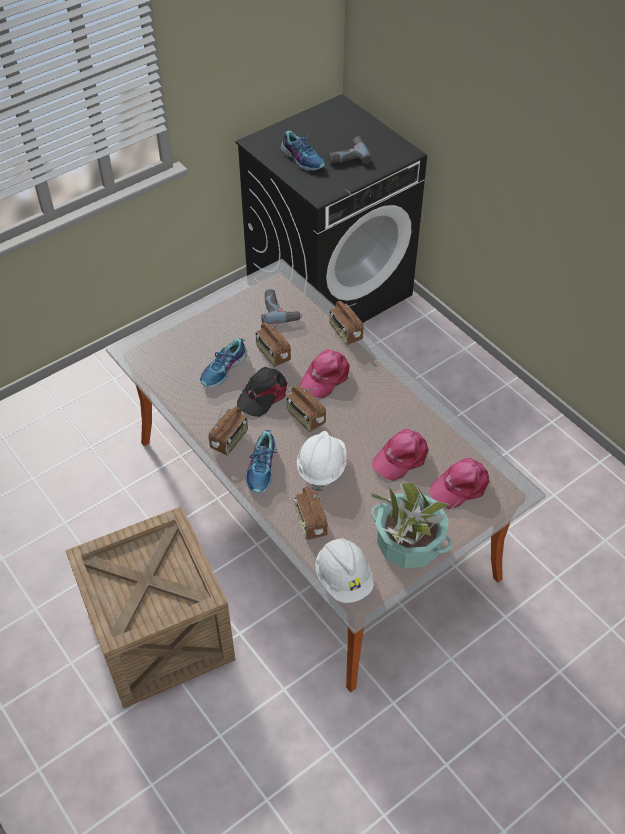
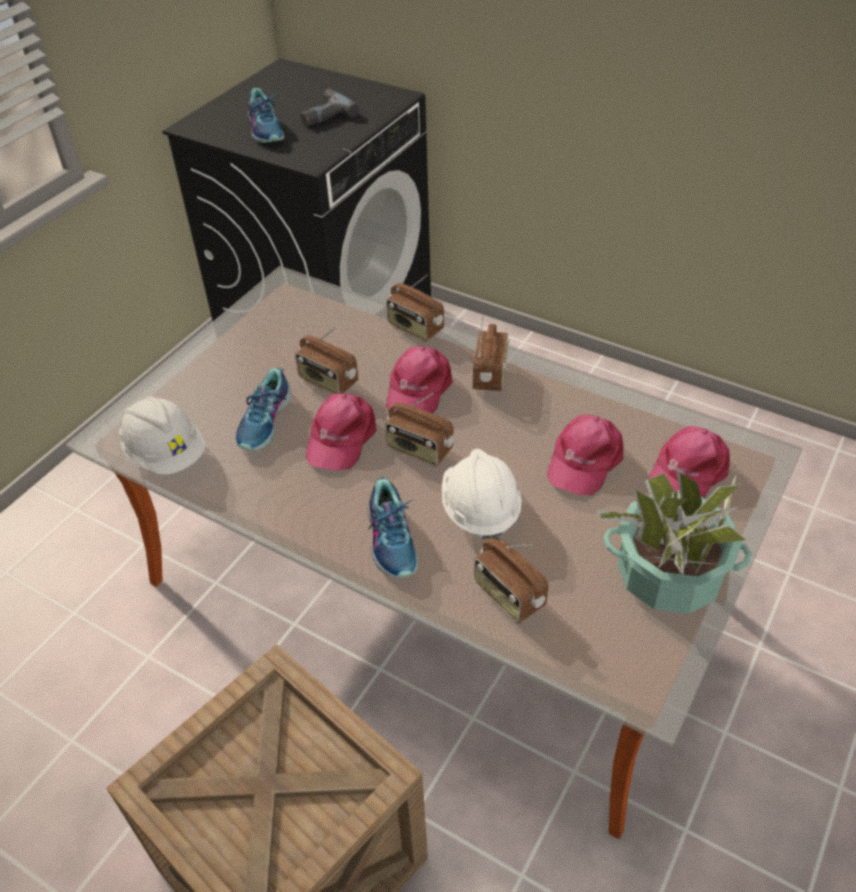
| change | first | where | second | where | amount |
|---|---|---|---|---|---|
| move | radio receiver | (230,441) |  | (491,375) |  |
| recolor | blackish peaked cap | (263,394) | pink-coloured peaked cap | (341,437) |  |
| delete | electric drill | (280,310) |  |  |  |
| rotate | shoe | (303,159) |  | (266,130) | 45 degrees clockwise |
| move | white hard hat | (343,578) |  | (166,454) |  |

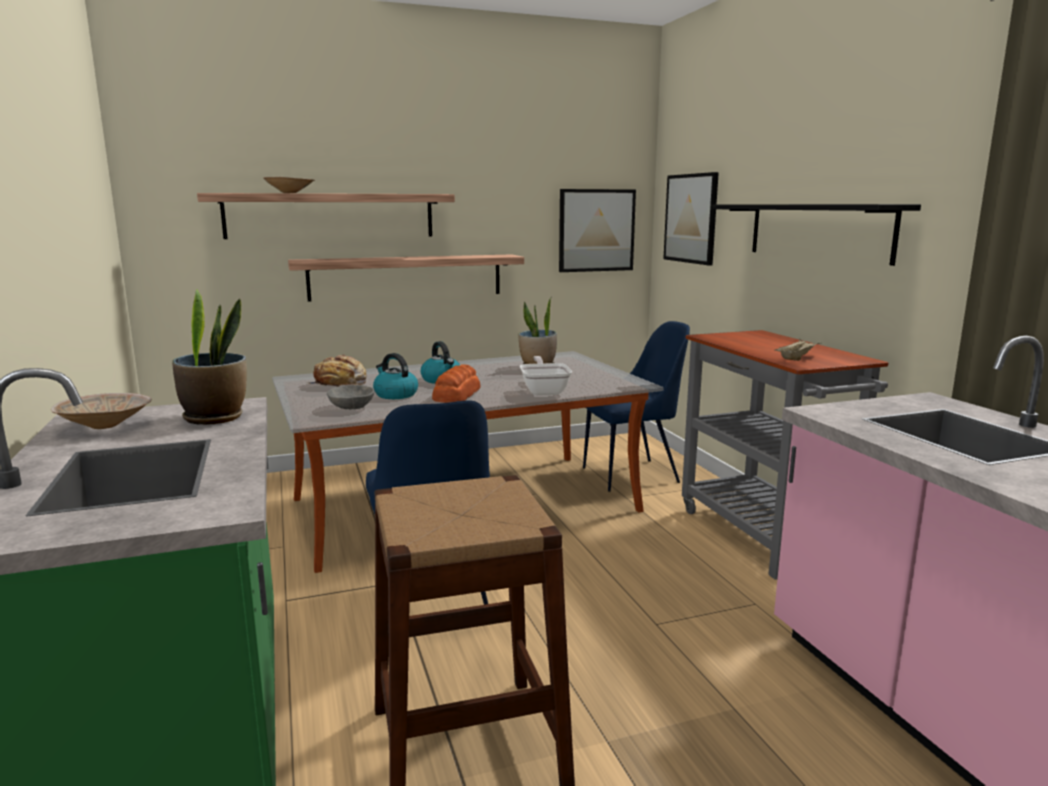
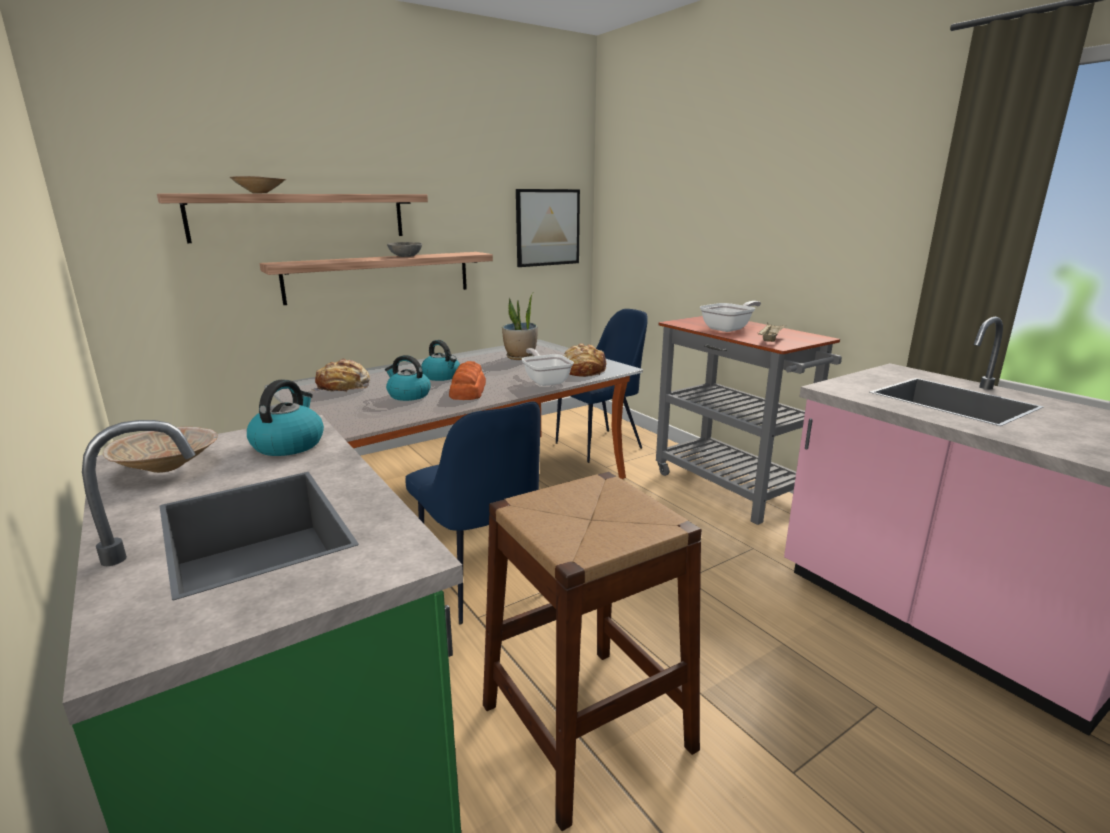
| change | first | where | second | where | amount |
|---|---|---|---|---|---|
| replace | plant in a pot | (215,417) | water kettle | (289,444) |  |
| move | gray deep dish | (351,407) |  | (405,256) |  |
| delete | wall art | (691,218) |  |  |  |
| delete | blackish wall shelf | (817,231) |  |  |  |
| insert |  |  | baked bread | (583,370) |  |
| insert |  |  | pan | (729,328) |  |

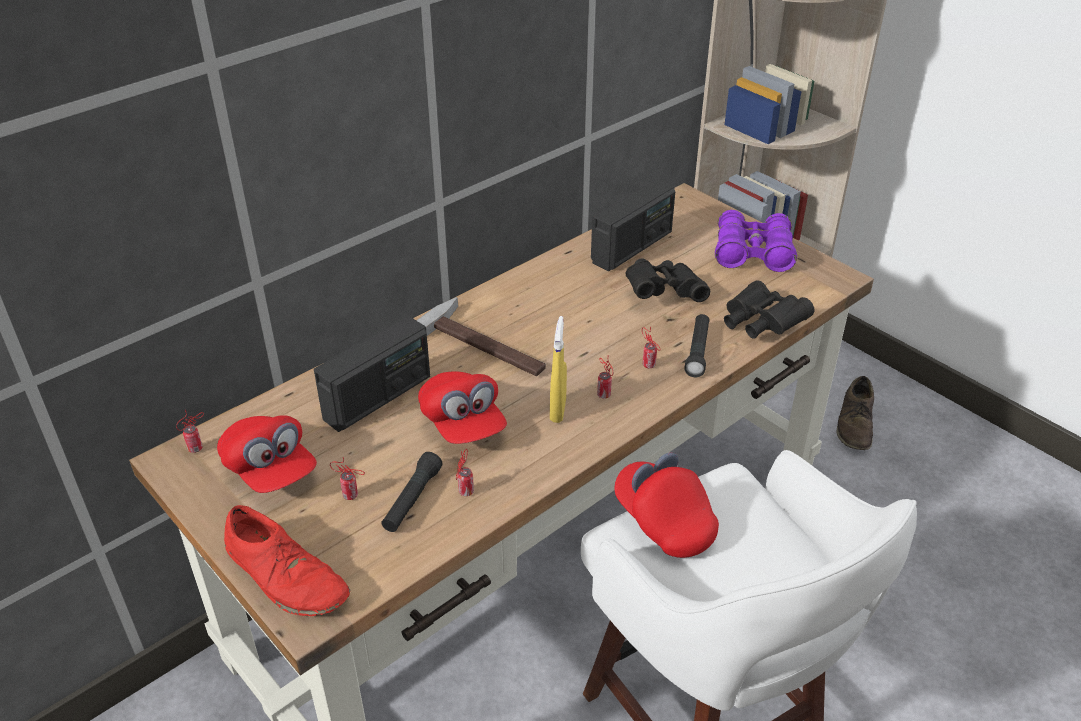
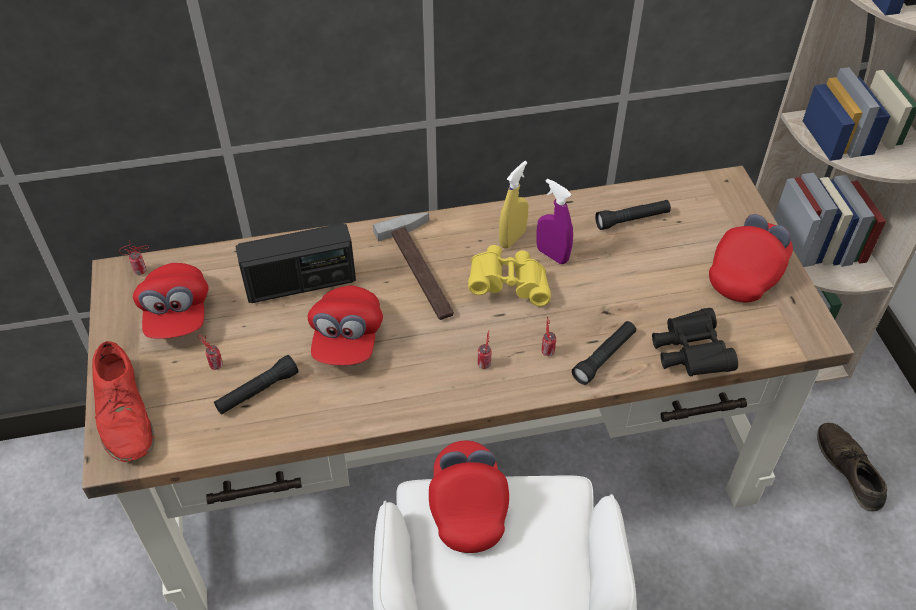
| change | first | where | second | where | amount |
|---|---|---|---|---|---|
| delete | can | (465,493) |  |  |  |
| move | yellow spray bottle | (558,410) |  | (512,238) |  |
| replace | radio receiver | (632,247) | blackish hand torch | (632,220) |  |
| delete | blackish binoculars | (663,292) |  |  |  |
| replace | purple-coloured binoculars | (753,253) | reddish peaked cap | (747,273) |  |
| rotate | brown-coloured shoe | (855,424) |  | (849,469) | 120 degrees clockwise |
| insert |  |  | yellow binoculars | (509,285) |  |
| insert |  |  | purple-coloured spray bottle | (552,255) |  |

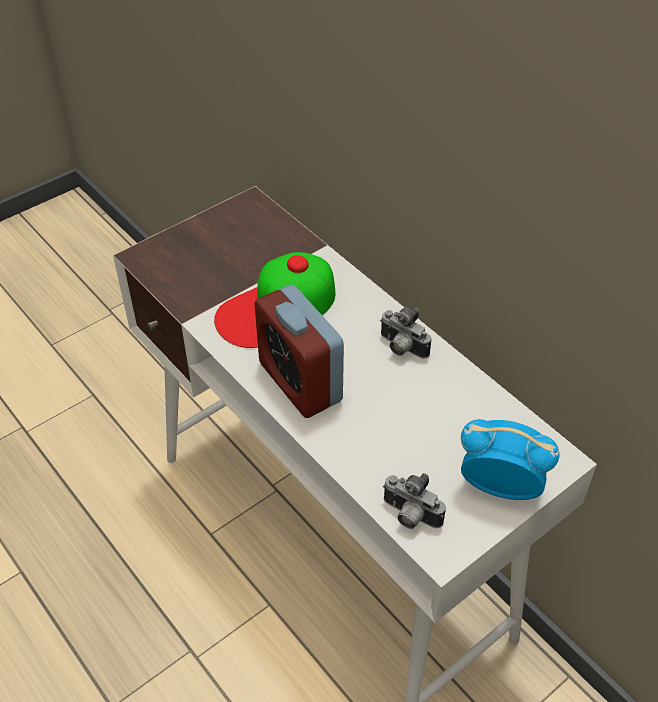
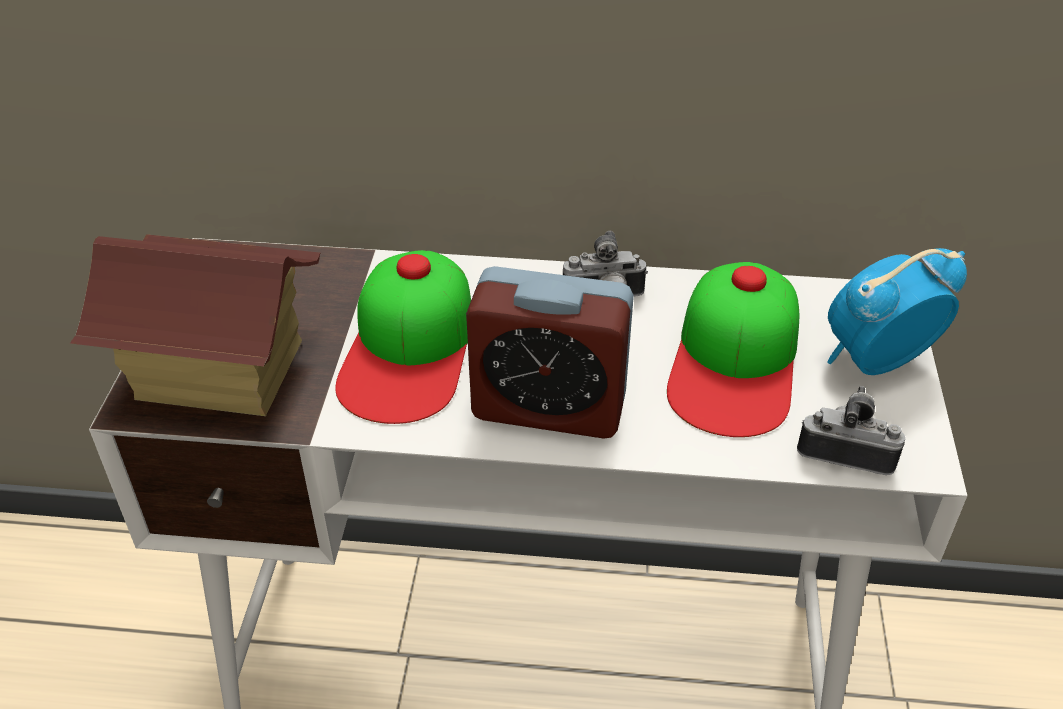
| change | first | where | second | where | amount |
|---|---|---|---|---|---|
| rotate | photo camera | (409,516) |  | (846,453) | 150 degrees counterclockwise |
| insert |  |  | model house | (220,371) |  |
| insert |  |  | peaked cap | (735,361) |  |

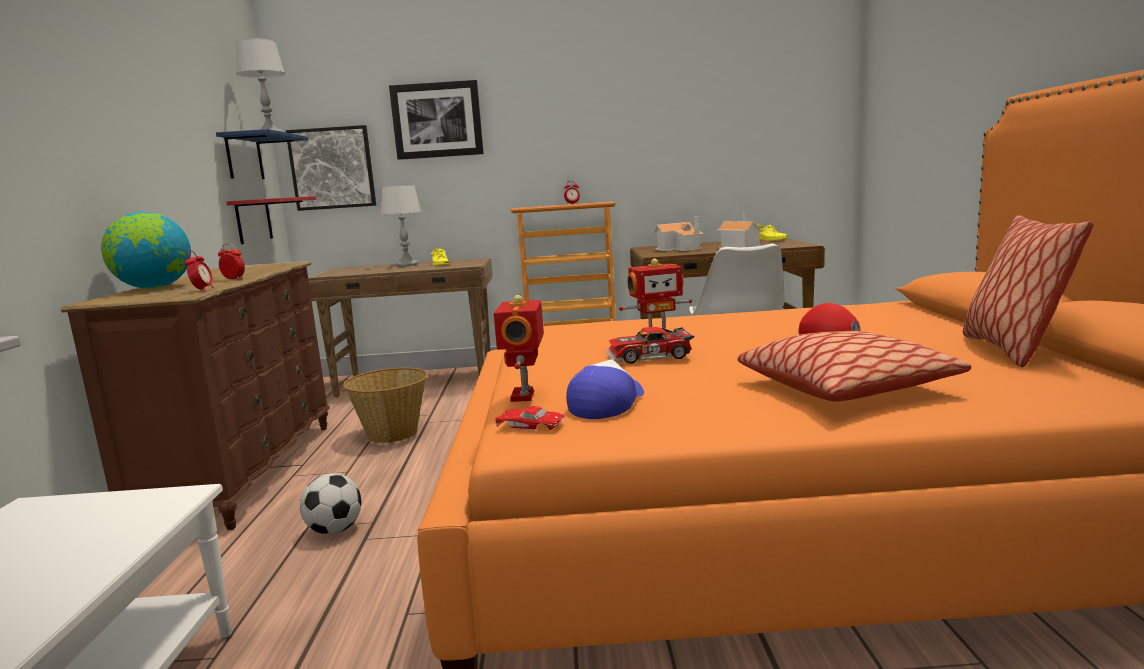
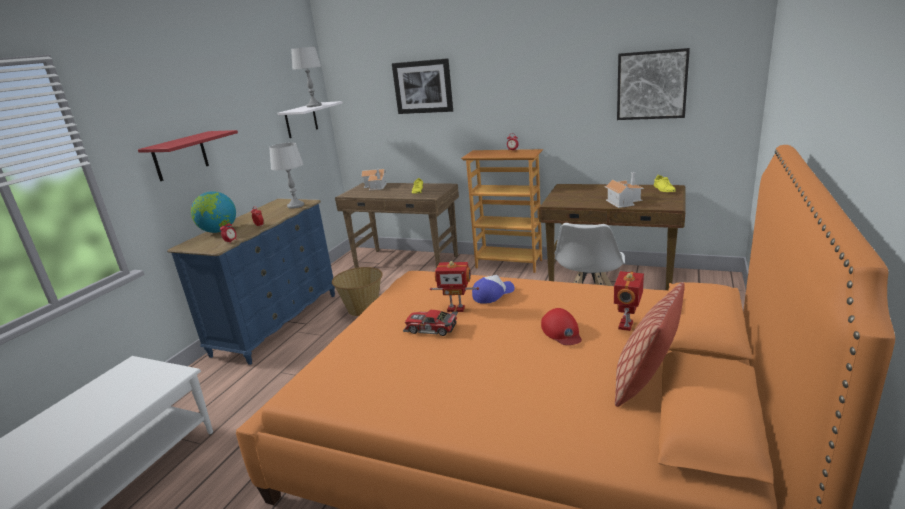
| change | first | where | second | where | amount |
|---|---|---|---|---|---|
| recolor | brown-coloured chest of drawers | (245,473) | blue chest of drawers | (278,323) |  |
| recolor | blue wall shelf | (244,157) | white wall shelf | (301,120) |  |
| move | reddish wall shelf | (253,220) |  | (180,156) |  |
| move | wall art | (332,168) |  | (651,85) |  |
| delete | football ball | (335,530) |  |  |  |
| move | gray tabletop lamp | (407,265) |  | (296,205) |  |
| move | model robot | (525,396) |  | (627,325) |  |
| delete | reddish miniature car | (530,425) |  |  |  |
| move | peaked cap | (607,403) |  | (493,294) |  |
| move | model house | (680,249) |  | (376,186) |  |
| delete | cushion | (845,388) |  |  |  |

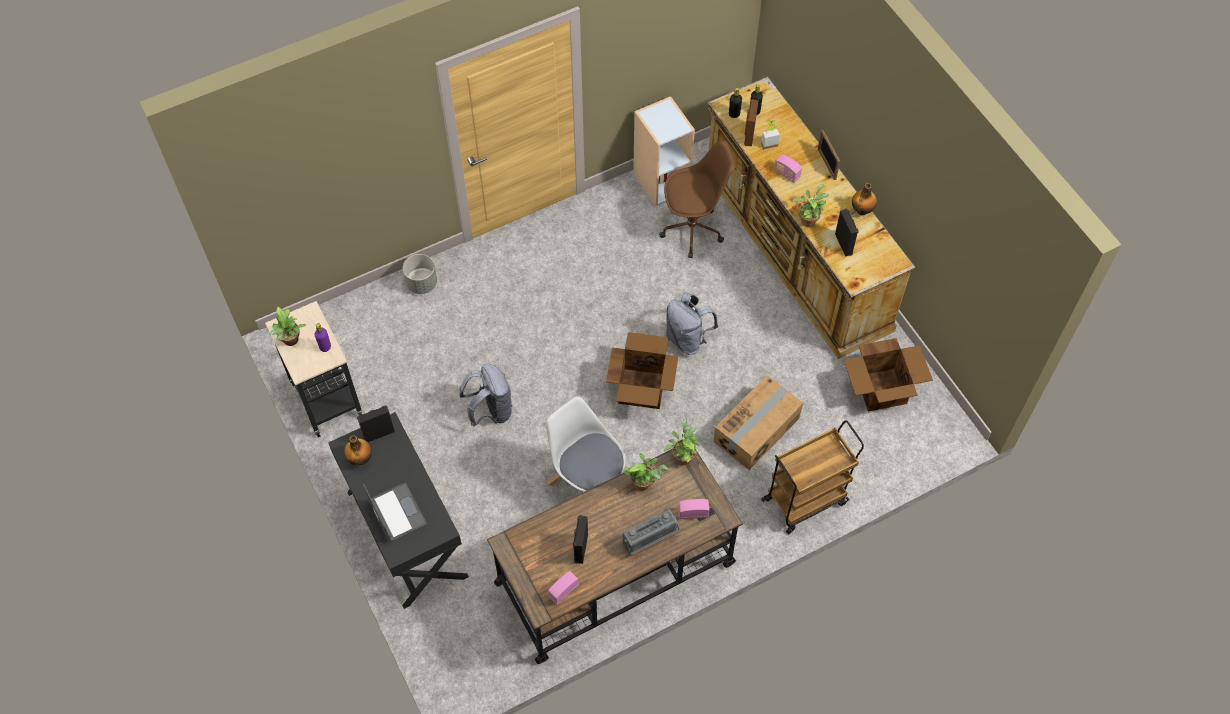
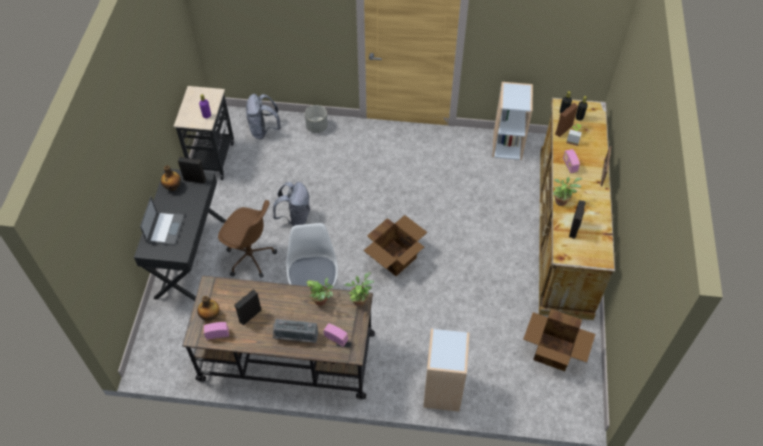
| change | first | where | second | where | amount |
|---|---|---|---|---|---|
| delete | plant in a pot | (291,341) |  |  |  |
| move | brown-coloured desk chair | (693,230) |  | (251,258) |  |
| move | gray knapsack | (687,339) |  | (264,130) |  |
| delete | packing box | (757,430) |  |  |  |
| replace | brown-coloured wheeled cart | (804,502) | shelving unit | (442,390) |  |
| move | bottle | (862,210) |  | (210,316) |  |

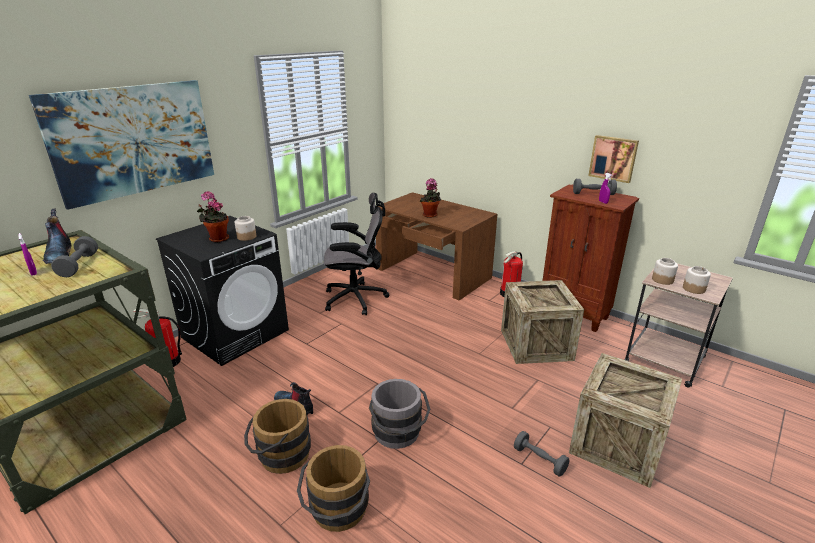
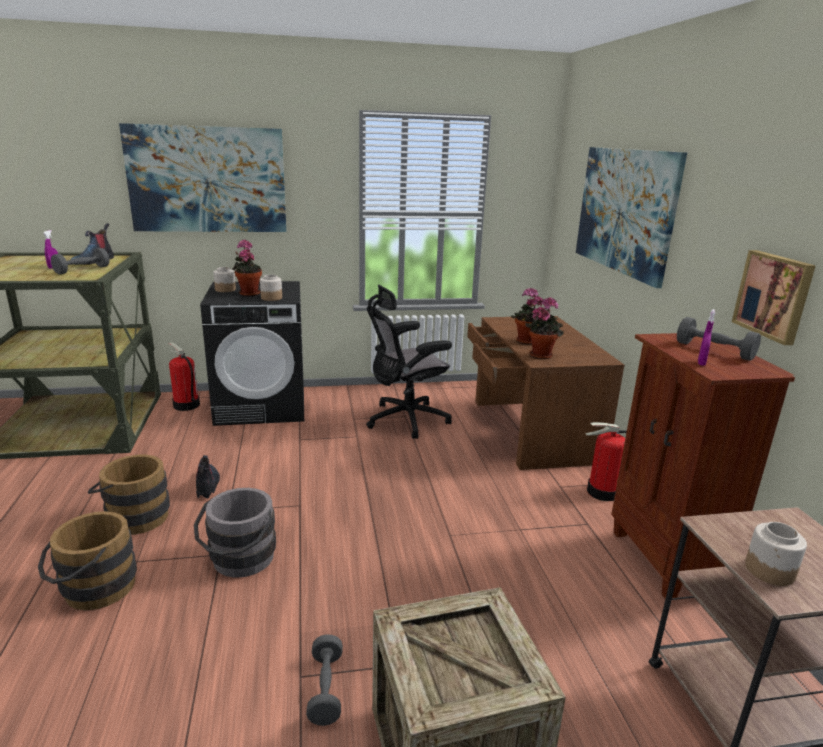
| change | first | where | second | where | amount |
|---|---|---|---|---|---|
| rotate | desk chair | (355,298) |  | (407,420) | 120 degrees clockwise |
| delete | packing crate | (536,345) |  |  |  |
| move | jar | (662,280) |  | (225,289) |  |
| insert |  |  | plant in a pot | (542,355) |  |
| insert |  |  | wall art | (624,211) |  |

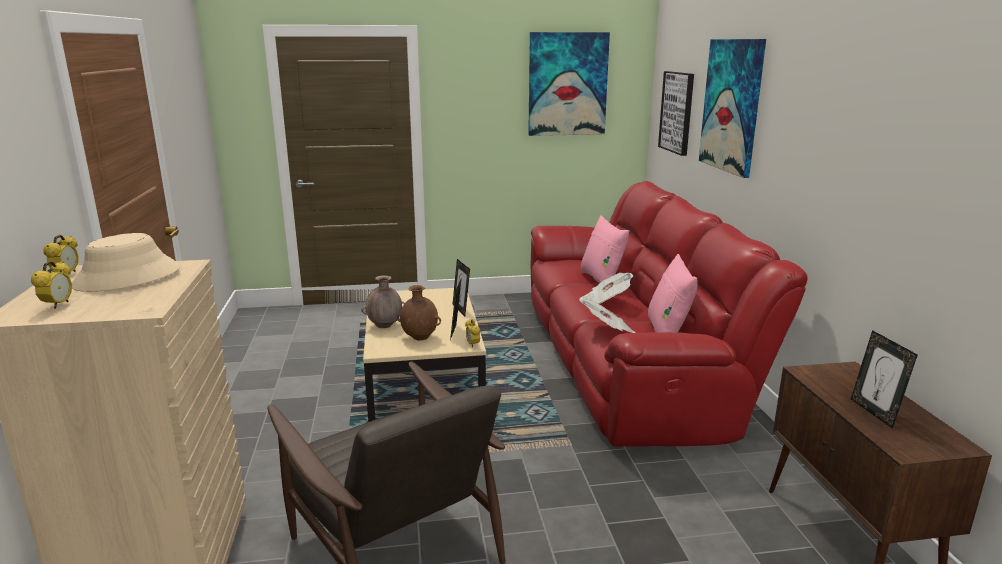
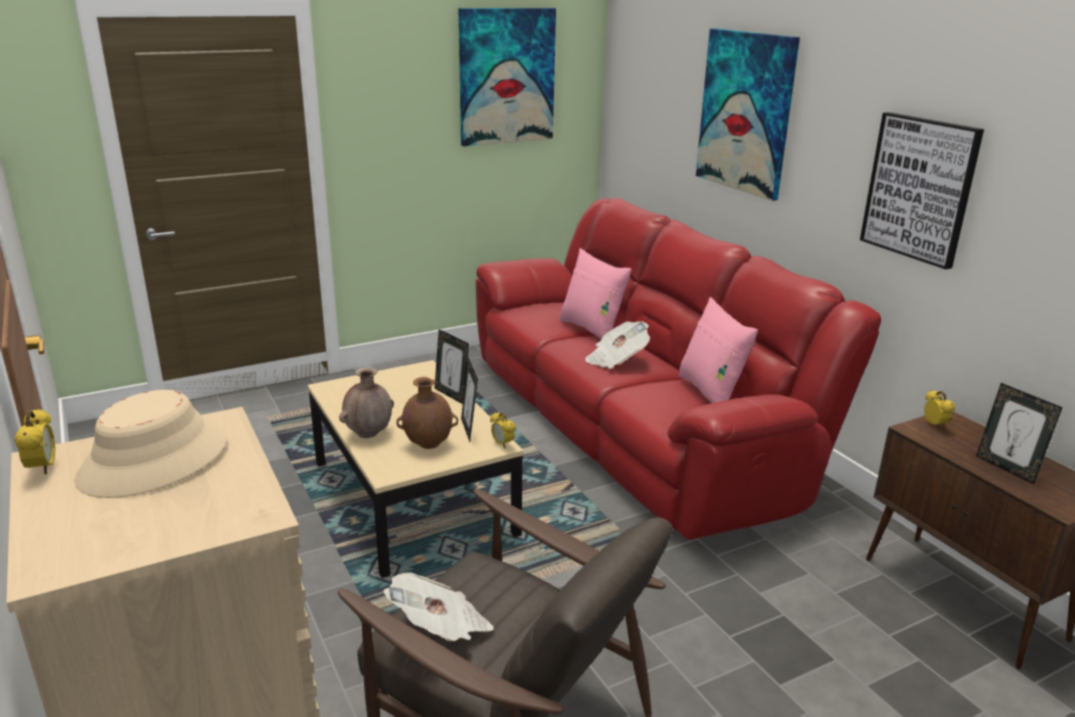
| change | first | where | second | where | amount |
|---|---|---|---|---|---|
| move | table clock | (58,305) |  | (934,425) |  |
| move | daily paper | (607,330) |  | (440,629) |  |
| move | wall art | (677,112) |  | (920,188) |  |

